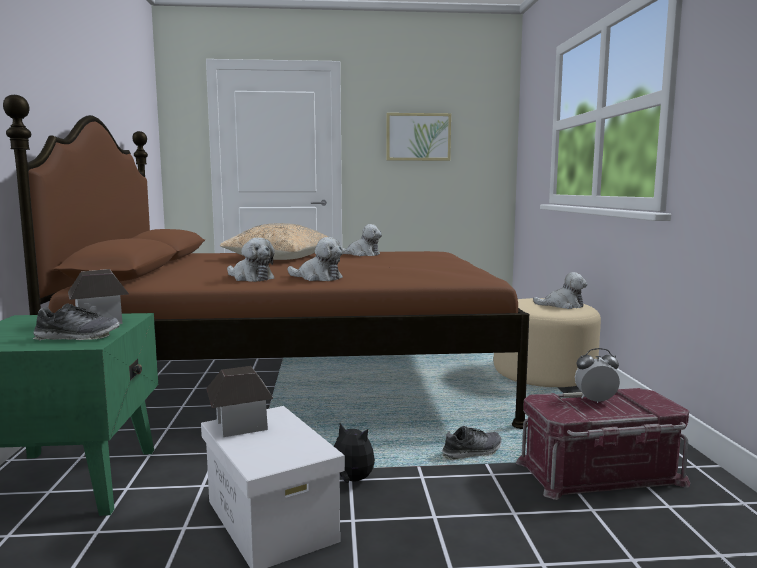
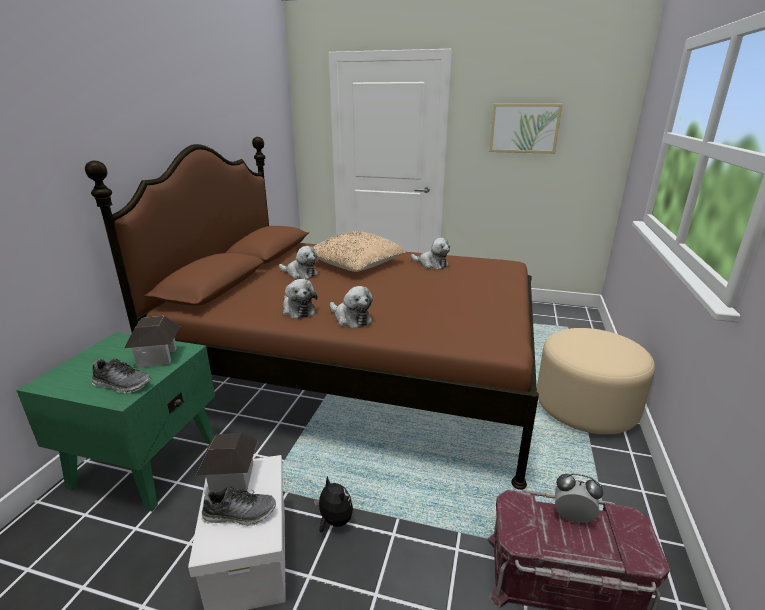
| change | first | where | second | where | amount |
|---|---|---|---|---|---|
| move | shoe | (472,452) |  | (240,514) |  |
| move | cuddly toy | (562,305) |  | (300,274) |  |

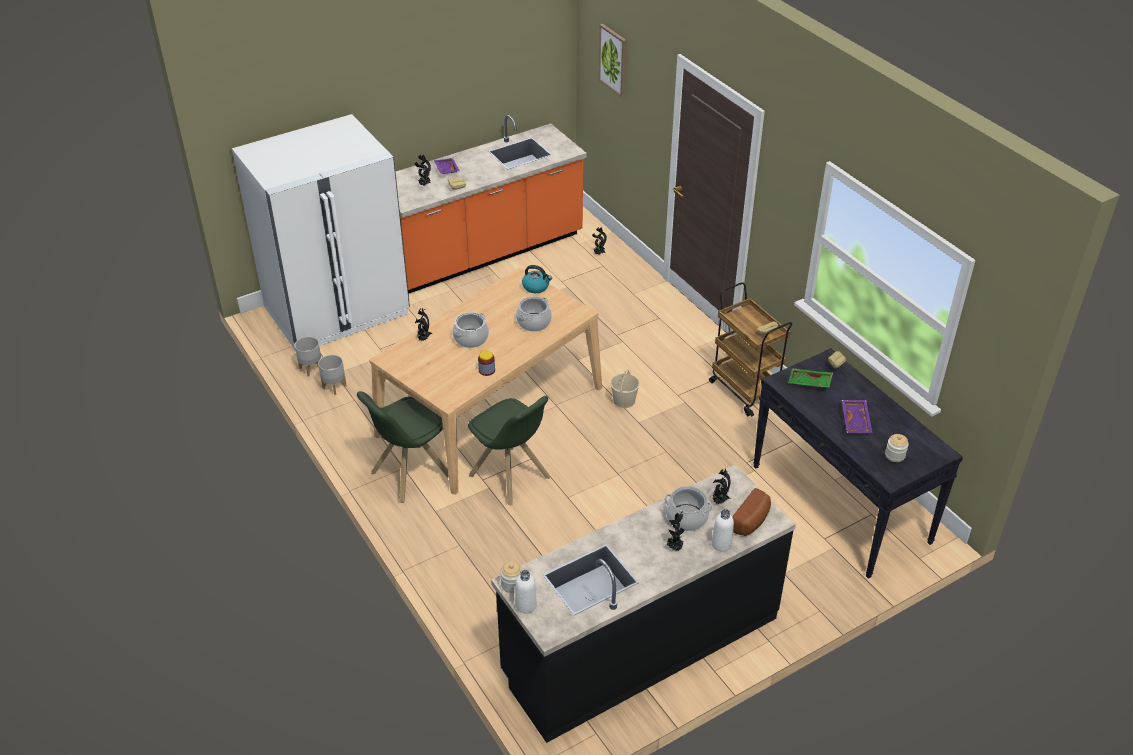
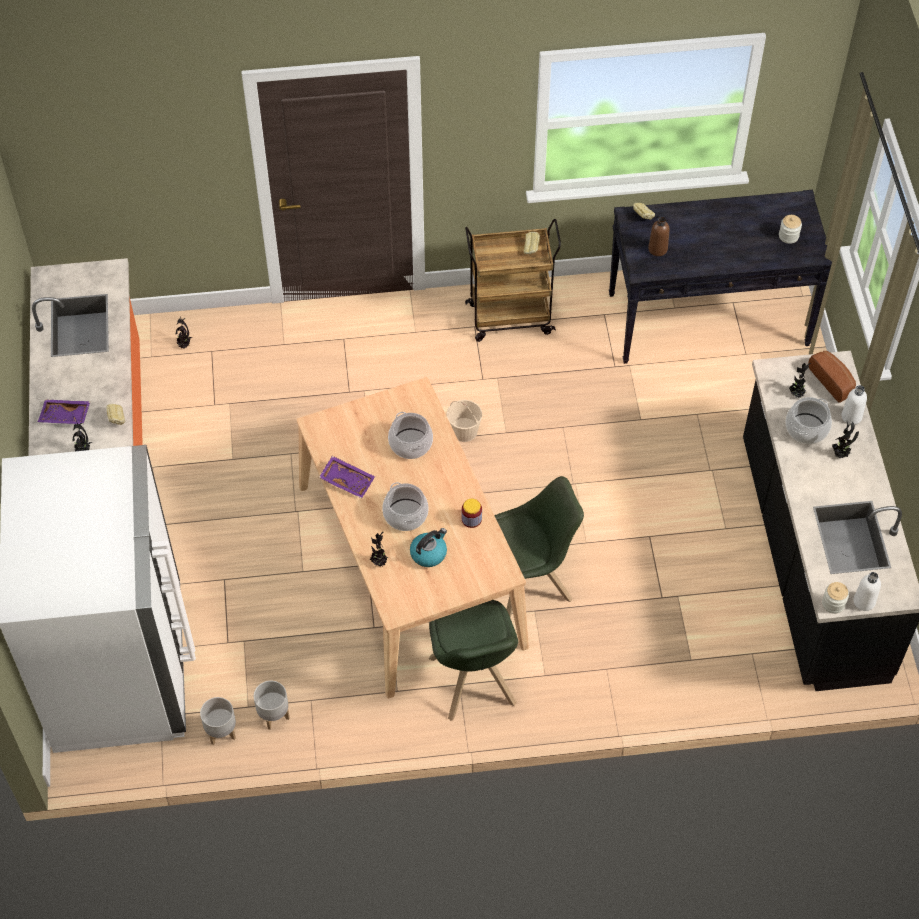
| change | first | where | second | where | amount |
|---|---|---|---|---|---|
| move | water kettle | (536,287) |  | (429,553) |  |
| delete | wall art | (613,60) |  |  |  |
| replace | greenish tray | (809,383) | brown-coloured bottle | (657,249) |  |
| move | purple-coloured tray | (856,421) |  | (347,480) |  |

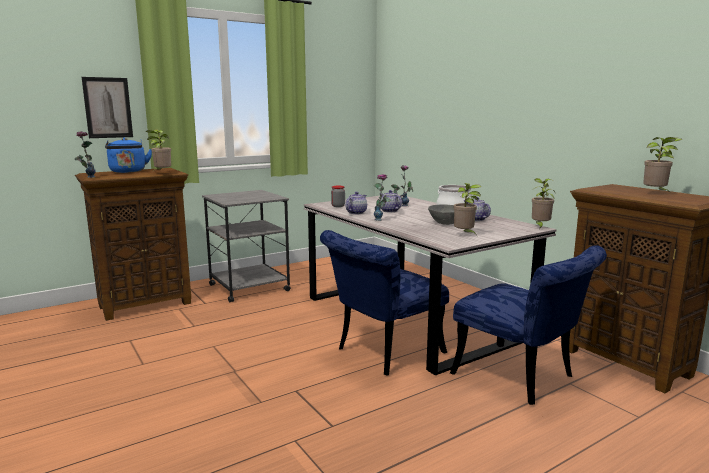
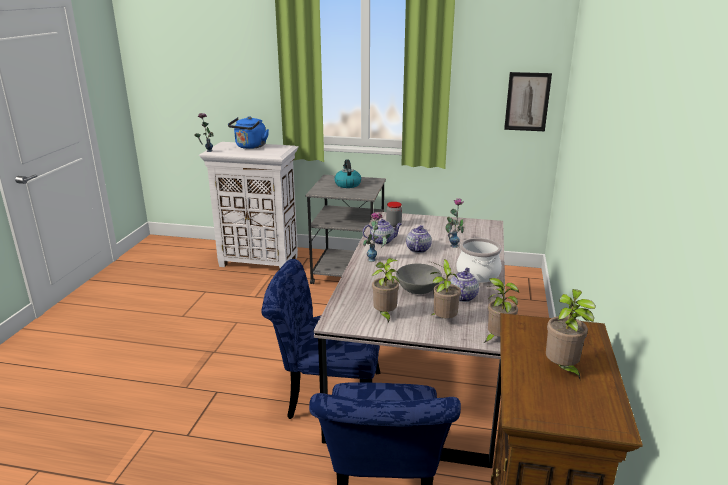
| change | first | where | second | where | amount |
|---|---|---|---|---|---|
| recolor | brown-coloured storage cabinet | (146,304) | white storage cabinet | (260,261) |  |
| move | wall art | (108,107) |  | (527,101) |  |
| move | plant in a pot | (162,173) |  | (443,320) |  |
| insert |  |  | water kettle | (347,184) |  |

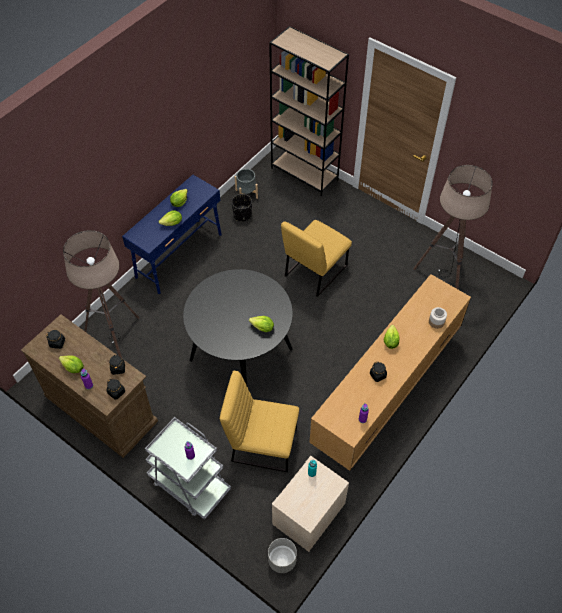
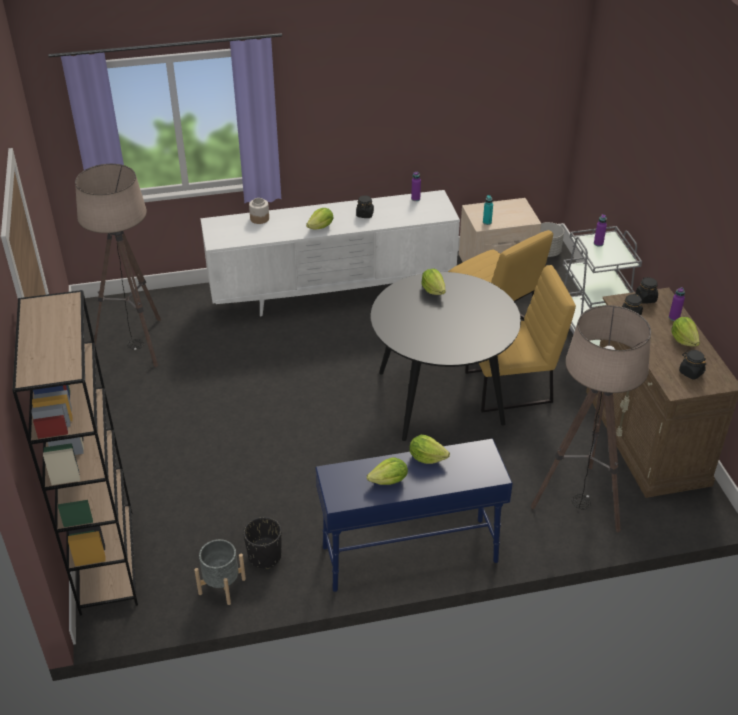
| change | first | where | second | where | amount |
|---|---|---|---|---|---|
| move | yellow plain chair | (314,271) |  | (511,387) |  |
| recolor | brown-coloured storage cabinet | (386,394) | white storage cabinet | (333,293) |  |

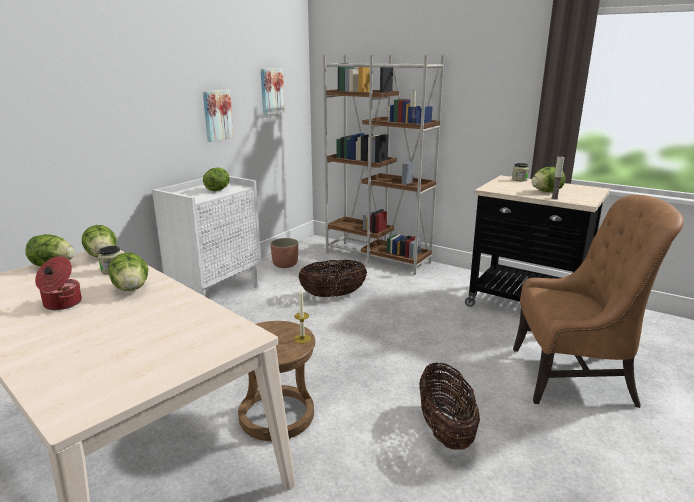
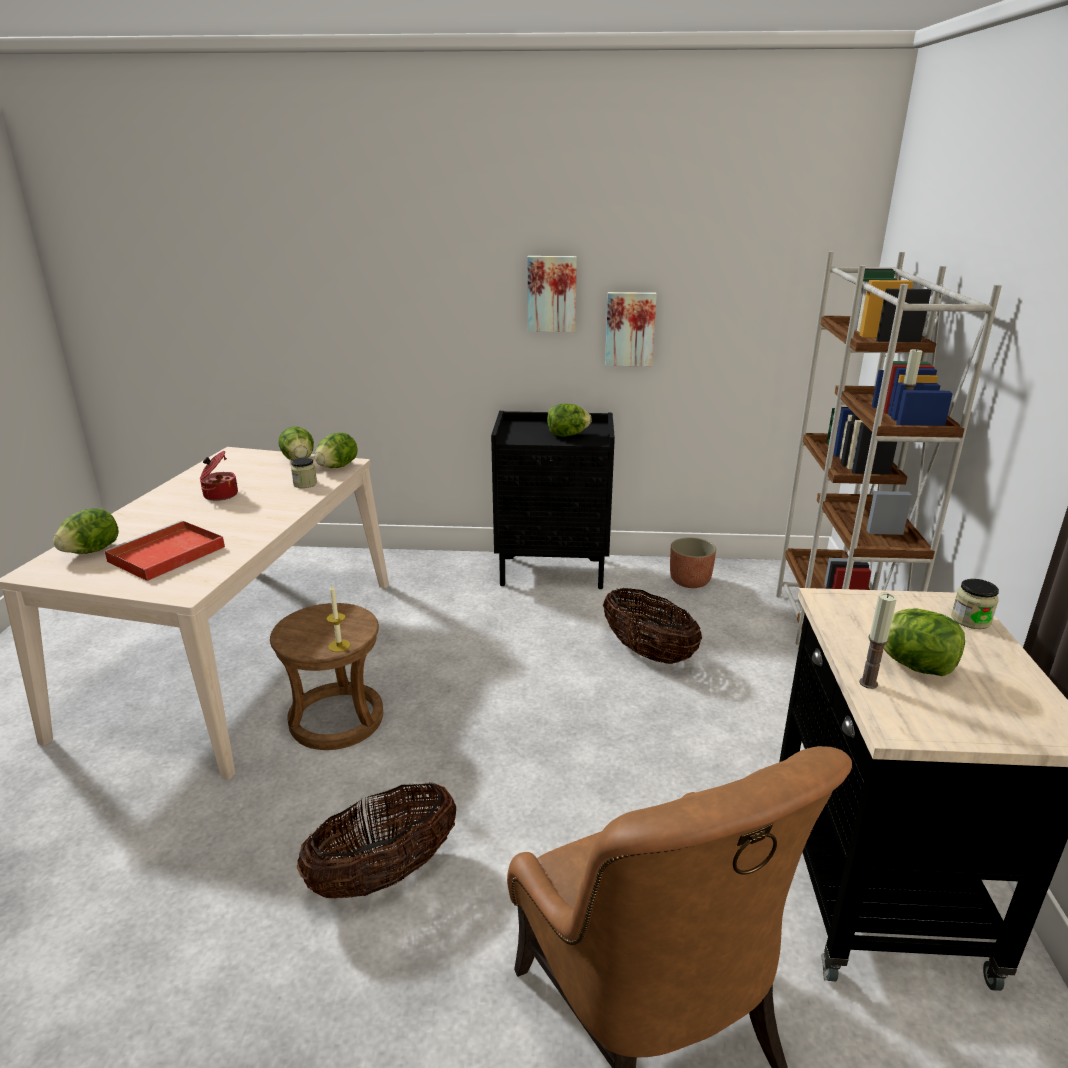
| change | first | where | second | where | amount |
|---|---|---|---|---|---|
| move | lettuce | (131,289) |  | (92,551) |  |
| recolor | white storage cabinet | (217,294) | blackish storage cabinet | (553,572) |  |
| move | wall art | (271,91) |  | (552,293) |  |
| insert |  |  | reddish tray | (165,555) |  |

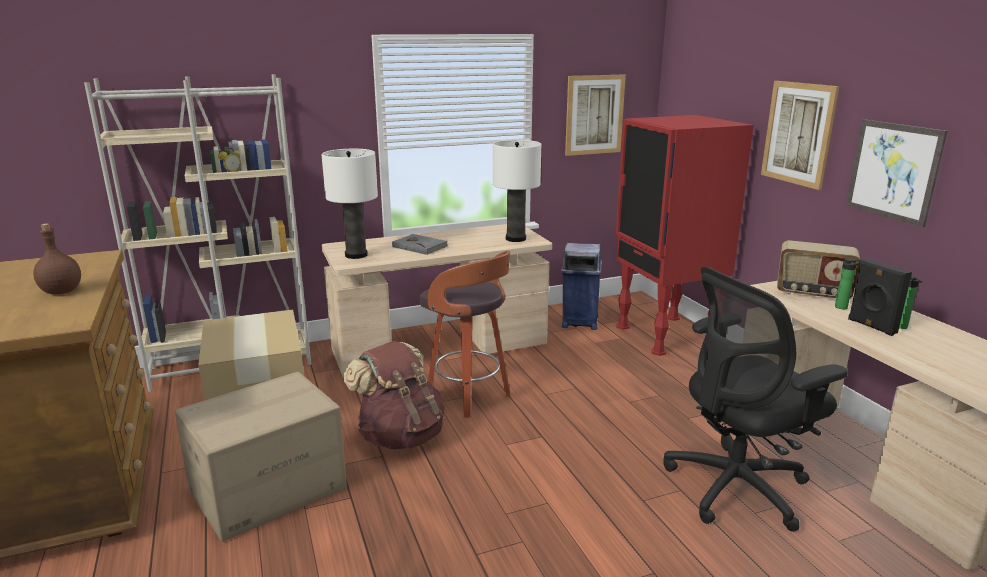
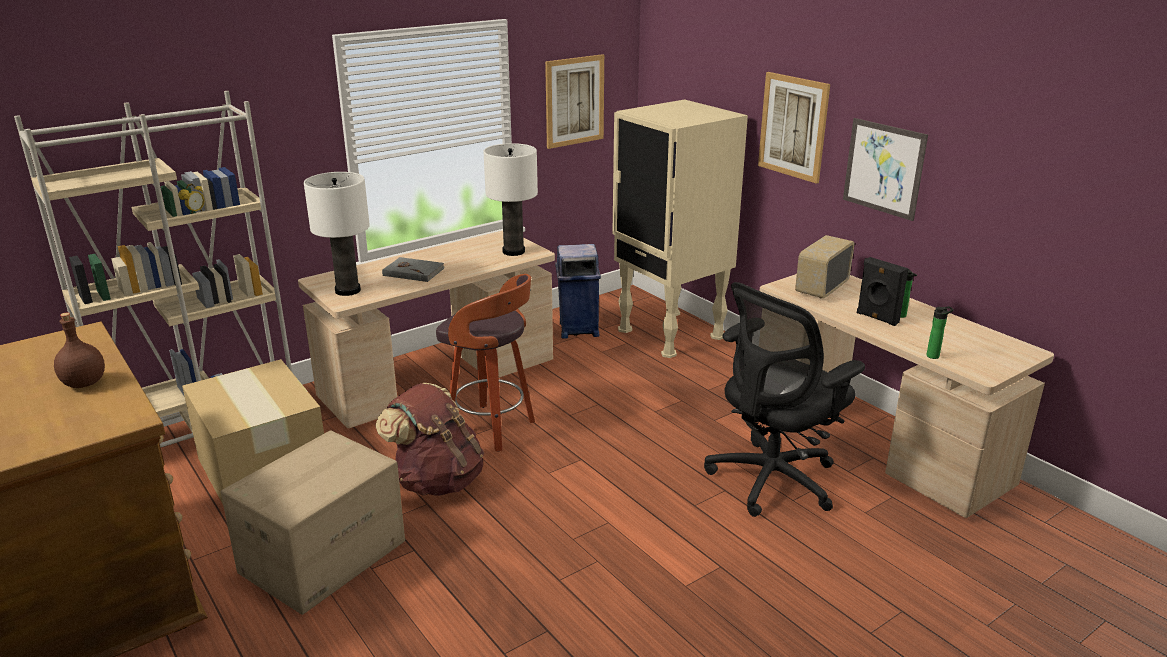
| change | first | where | second | where | amount |
|---|---|---|---|---|---|
| recolor | reddish storage cabinet | (665,334) | beige storage cabinet | (670,333) |  |
| rotate | radio receiver | (812,293) |  | (821,288) | 120 degrees clockwise |
| move | bottle | (843,307) |  | (934,356) |  |

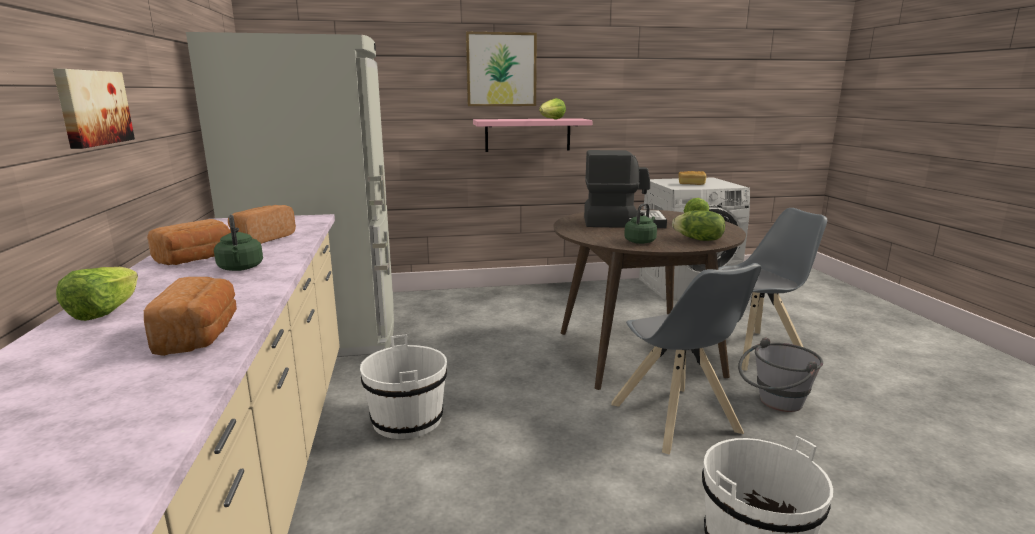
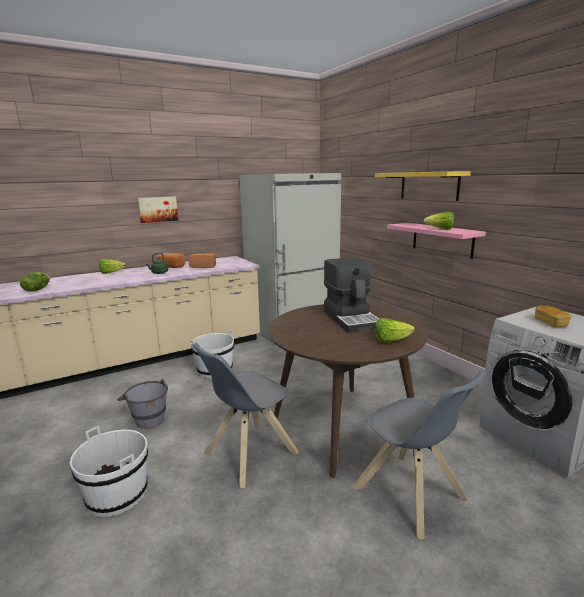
| change | first | where | second | where | amount |
|---|---|---|---|---|---|
| delete | baked bread | (201,336) |  |  |  |
| replace | wall art | (501,69) | yellow wall shelf | (429,185) |  |
| delete | greenish water kettle | (640,241) |  |  |  |
| move | lettuce | (698,240) |  | (37,290) |  |
| move | gray pail | (774,403) |  | (147,418) |  |

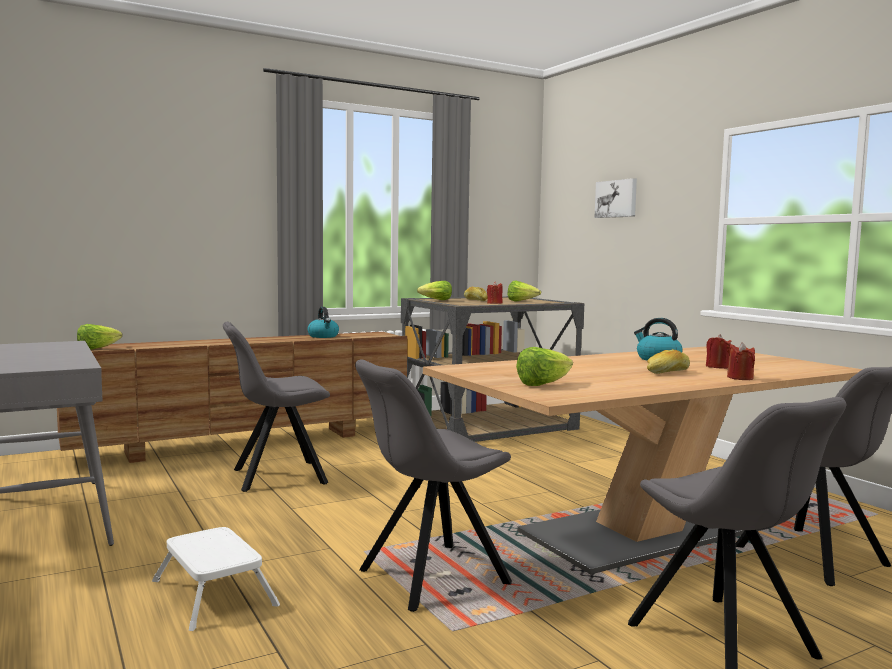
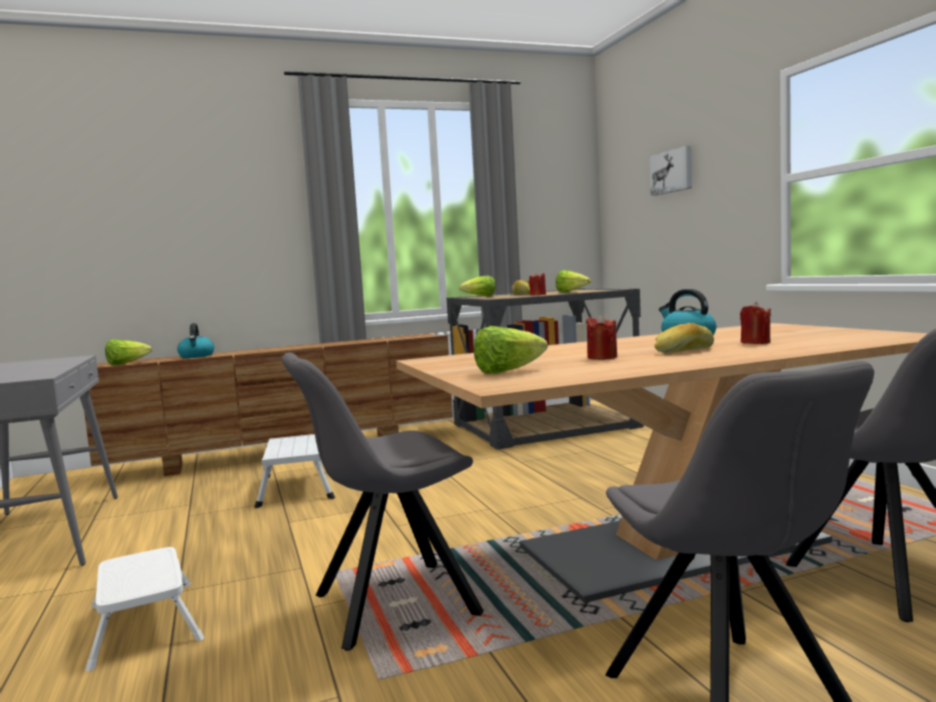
| change | first | where | second | where | amount |
|---|---|---|---|---|---|
| replace | gray plain chair | (278,476) | white step stool | (297,487) |  |
| move | water kettle | (323,336) |  | (196,356) |  |
| move | reddish wax candle | (740,378) |  | (602,357) |  |

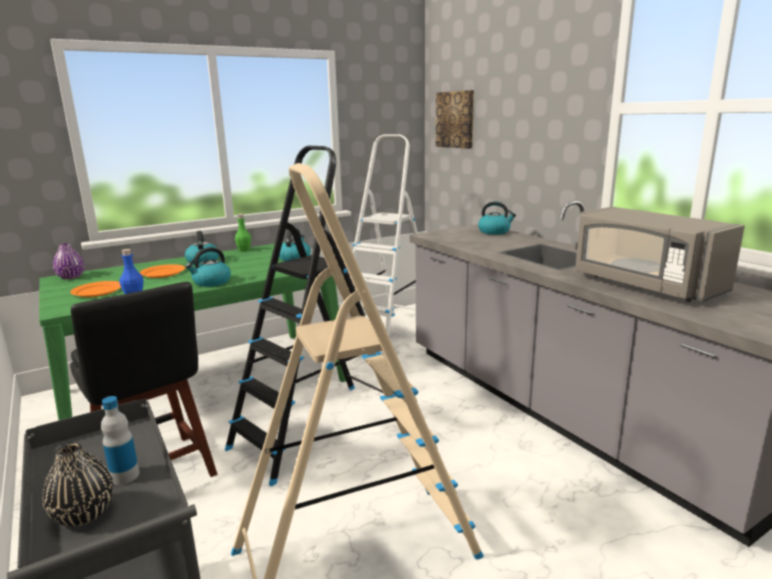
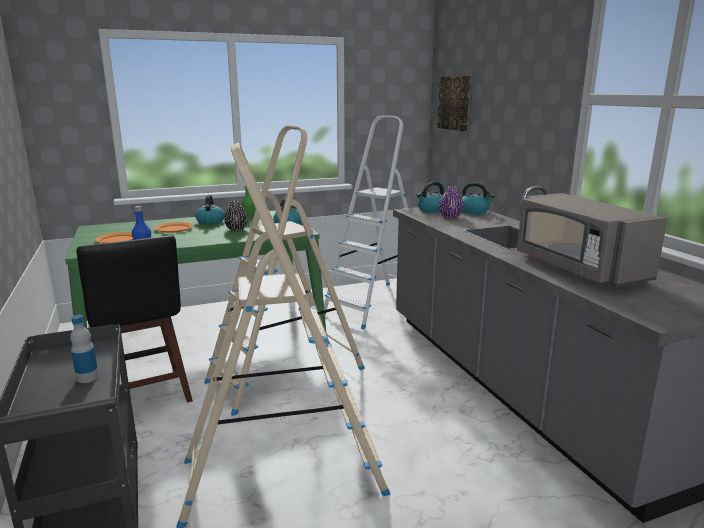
| change | first | where | second | where | amount |
|---|---|---|---|---|---|
| move | blackish flower vase | (84,514) |  | (236,229) |  |
| move | purple-coloured flower vase | (71,277) |  | (450,216) |  |
| move | water kettle | (211,282) |  | (431,210) |  |
| recolor | blackish step stool | (317,430) | beige step stool | (285,375) |  |

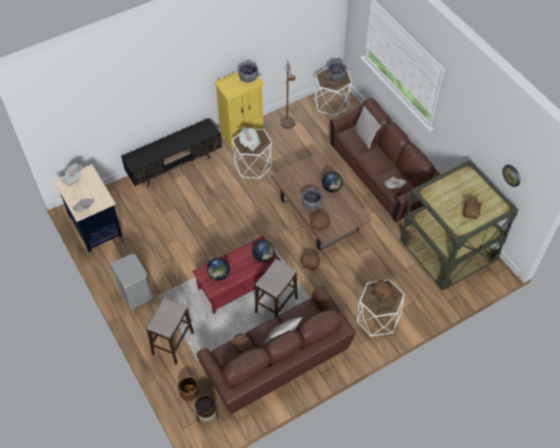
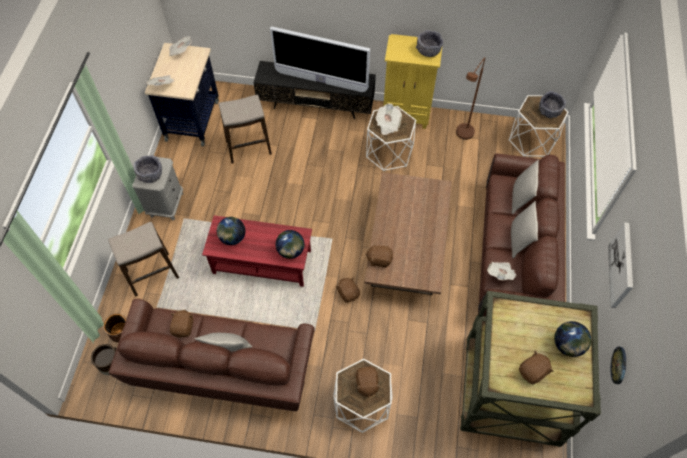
| change | first | where | second | where | amount |
|---|---|---|---|---|---|
| move | stool seat | (276,305) |  | (249,148) |  |
| move | gray deep dish | (311,203) |  | (150,174) |  |
| move | desk globe | (331,188) |  | (567,345) |  |
| insert |  |  | television | (321,81) |  |
| insert |  |  | gray cushion | (519,240) |  |
| insert |  |  | wall art | (622,265) |  |

